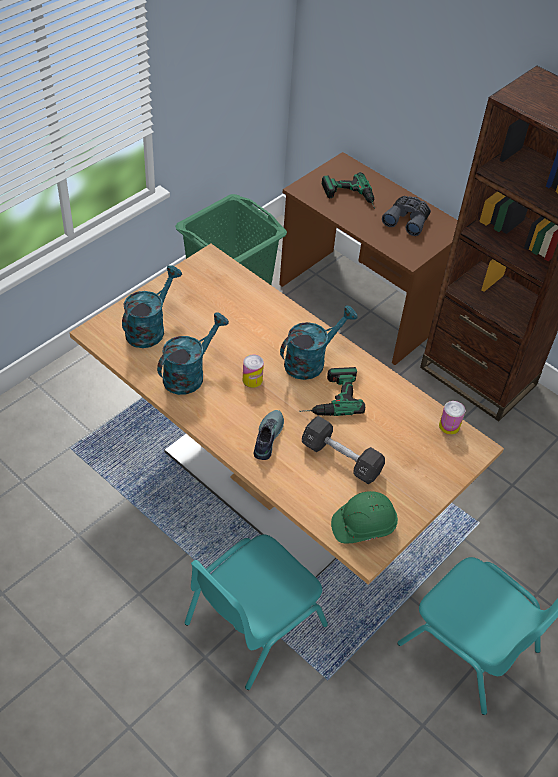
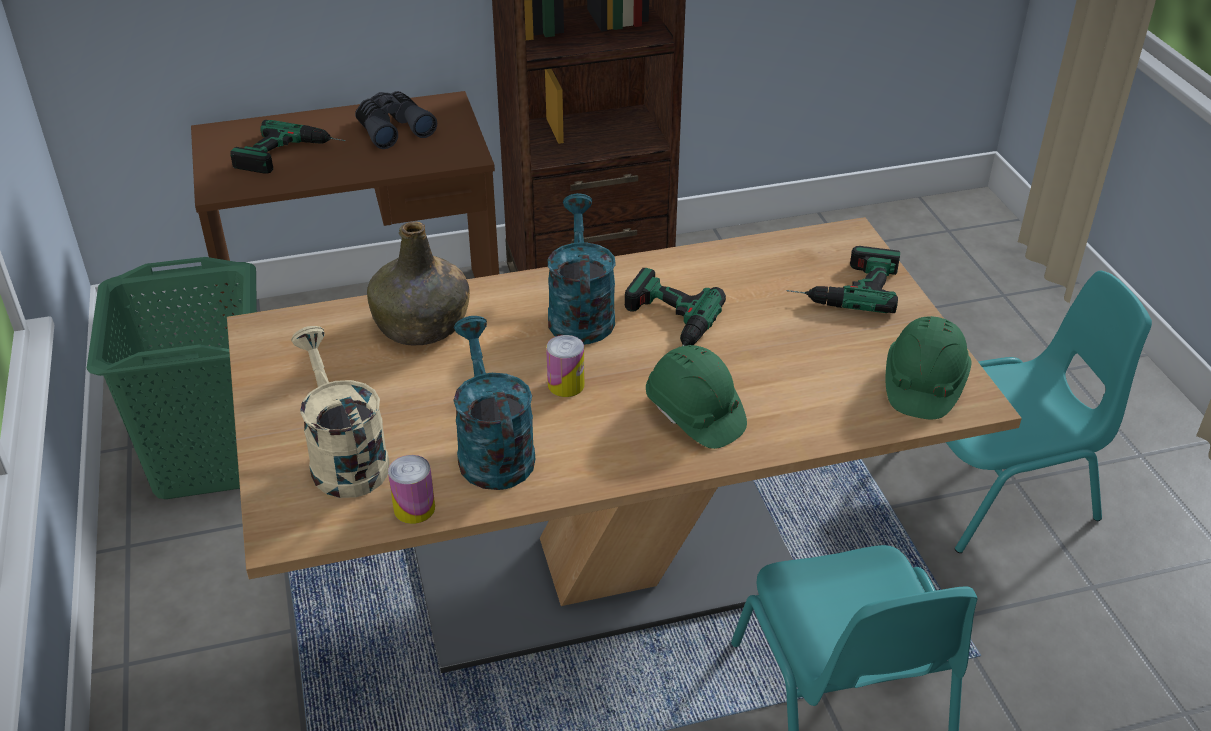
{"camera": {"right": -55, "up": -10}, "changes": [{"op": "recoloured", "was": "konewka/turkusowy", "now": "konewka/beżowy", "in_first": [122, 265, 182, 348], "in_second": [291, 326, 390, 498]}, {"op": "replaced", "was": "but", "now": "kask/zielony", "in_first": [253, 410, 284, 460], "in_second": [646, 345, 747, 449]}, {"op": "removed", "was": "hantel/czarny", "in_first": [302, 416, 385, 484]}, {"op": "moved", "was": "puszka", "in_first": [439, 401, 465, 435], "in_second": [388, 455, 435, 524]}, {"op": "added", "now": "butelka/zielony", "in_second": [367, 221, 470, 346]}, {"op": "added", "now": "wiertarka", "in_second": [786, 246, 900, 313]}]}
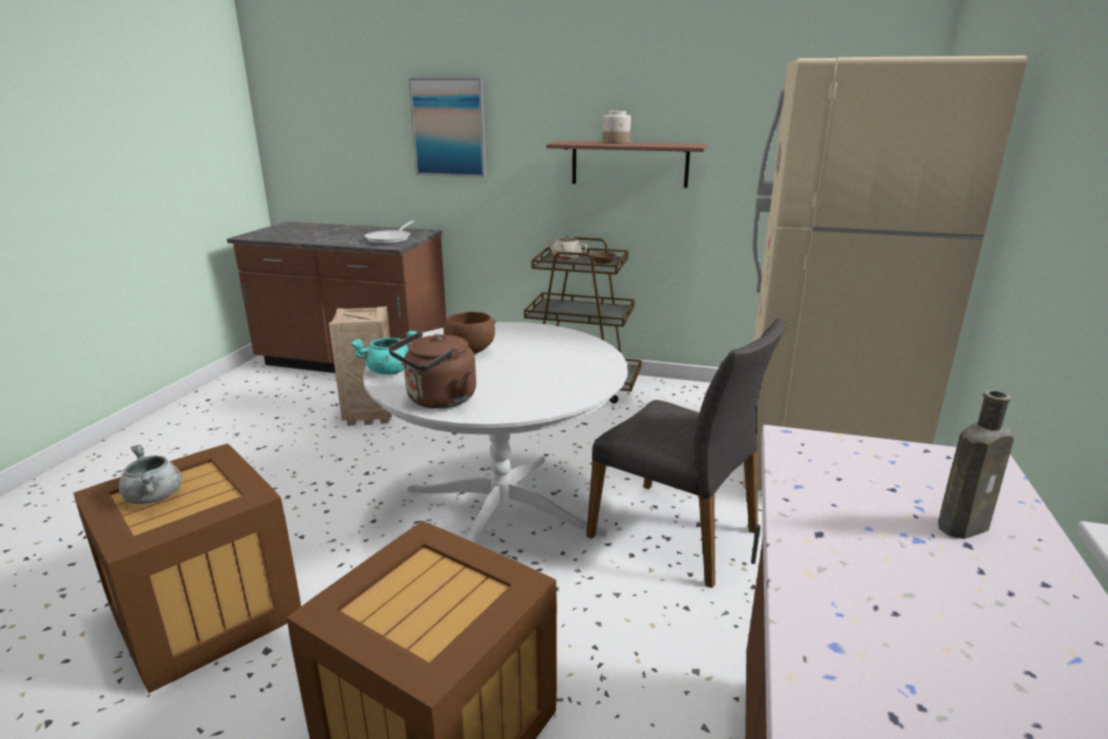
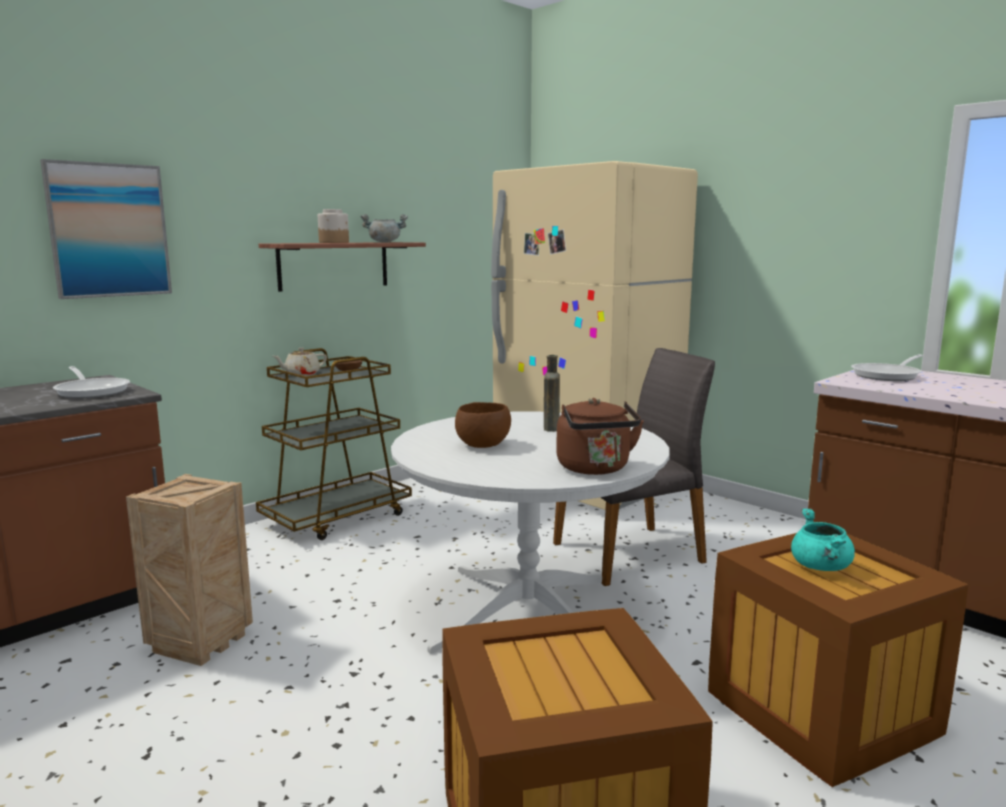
{"camera": {"right": -60, "up": -10}, "changes": [{"op": "moved", "was": "garnek/szary", "in_first": [119, 445, 182, 504], "in_second": [360, 214, 408, 242]}, {"op": "moved", "was": "garnek/turkusowy", "in_first": [350, 330, 417, 375], "in_second": [791, 508, 855, 571]}, {"op": "moved", "was": "butelka/brązowy", "in_first": [938, 390, 1014, 539], "in_second": [544, 355, 560, 432]}, {"op": "added", "now": "patelnia", "in_second": [851, 354, 923, 381]}]}
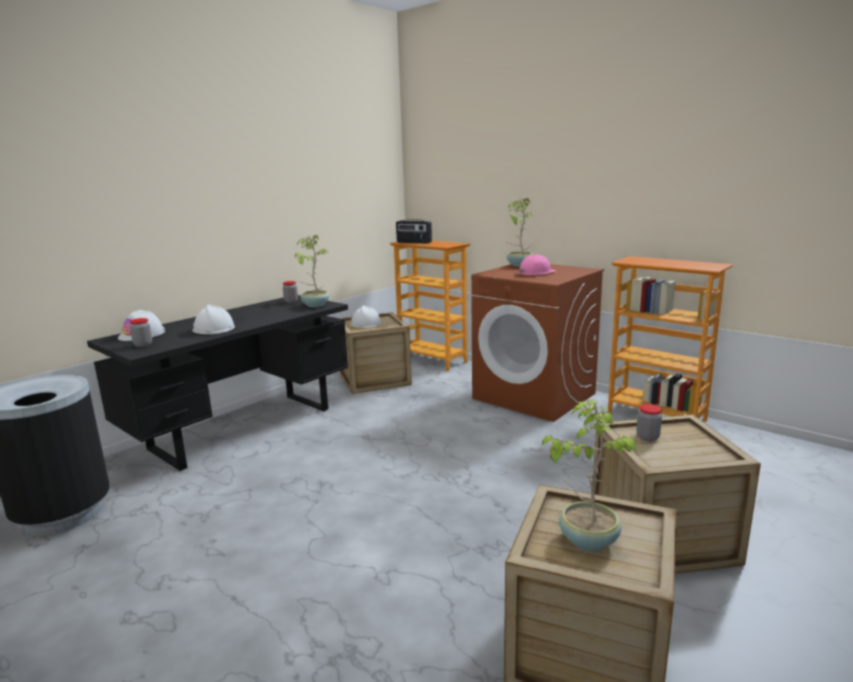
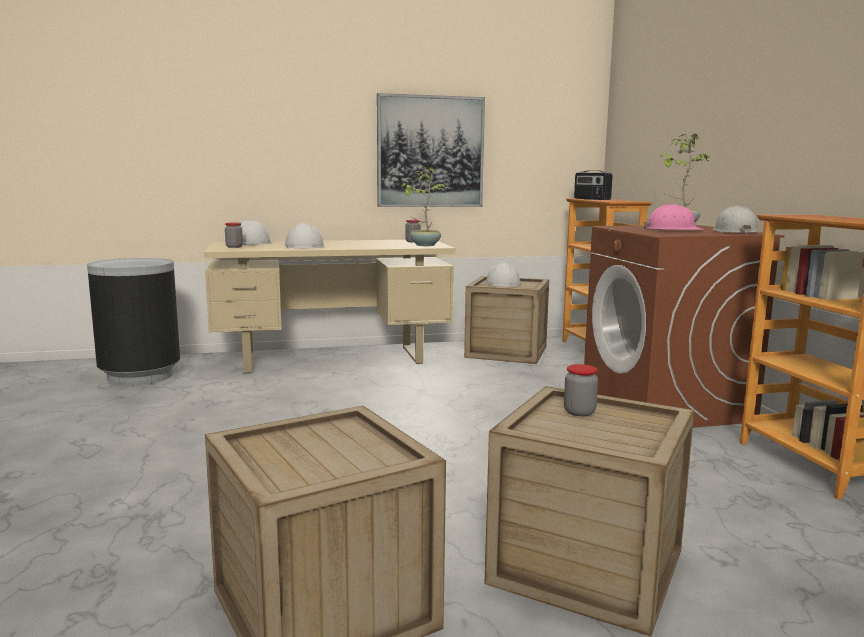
{"camera": {"right": 35, "up": -5}, "changes": [{"op": "recoloured", "was": "biurko/czarny", "now": "biurko/beżowy", "in_first": [87, 295, 348, 471], "in_second": [204, 240, 456, 373]}, {"op": "removed", "was": "roślina doniczkowa", "in_first": [541, 401, 638, 551]}, {"op": "added", "now": "obraz", "in_second": [377, 93, 485, 207]}, {"op": "added", "now": "kask/biały", "in_second": [713, 206, 759, 234]}]}
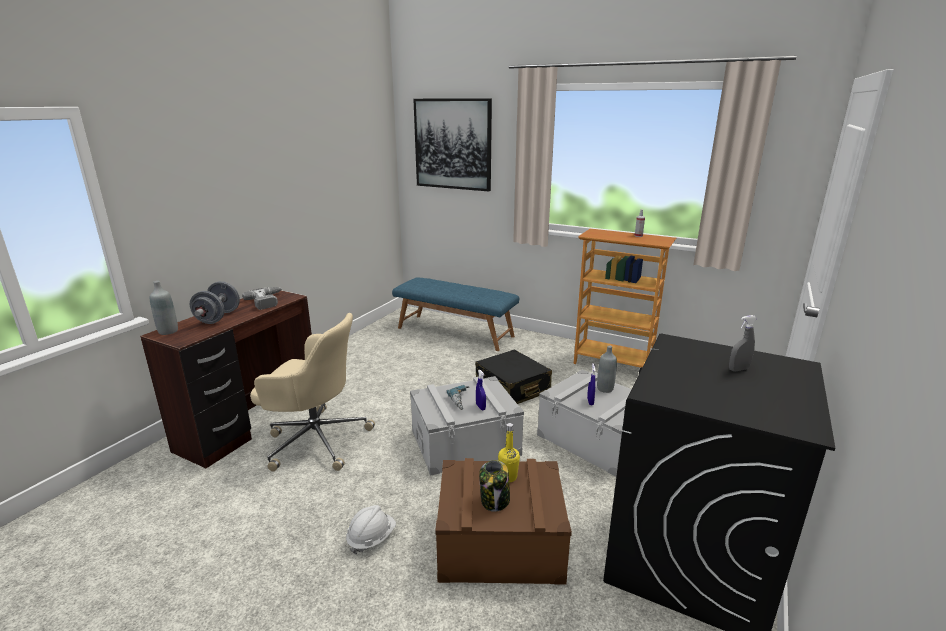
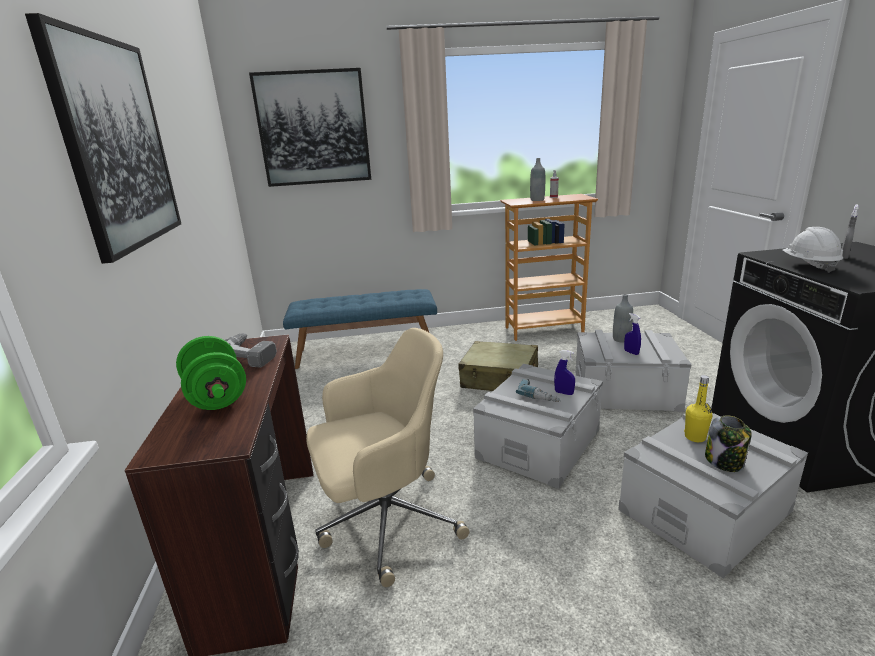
{"camera": {"right": -35, "up": 0}, "changes": [{"op": "moved", "was": "butelka/szary", "in_first": [150, 281, 178, 335], "in_second": [530, 158, 545, 201]}, {"op": "recoloured", "was": "hantel/szary", "now": "hantel/zielony", "in_first": [190, 281, 240, 324], "in_second": [176, 336, 246, 410]}, {"op": "moved", "was": "kask/biały", "in_first": [346, 505, 396, 554], "in_second": [783, 227, 843, 273]}, {"op": "recoloured", "was": "pojemnik do przechowywania/brązowy", "now": "pojemnik do przechowywania/szary", "in_first": [435, 458, 572, 585], "in_second": [618, 413, 808, 578]}, {"op": "recoloured", "was": "walizka/czarny", "now": "walizka/beżowy", "in_first": [475, 349, 552, 404], "in_second": [458, 341, 538, 391]}, {"op": "added", "now": "obraz", "in_second": [25, 13, 181, 264]}]}
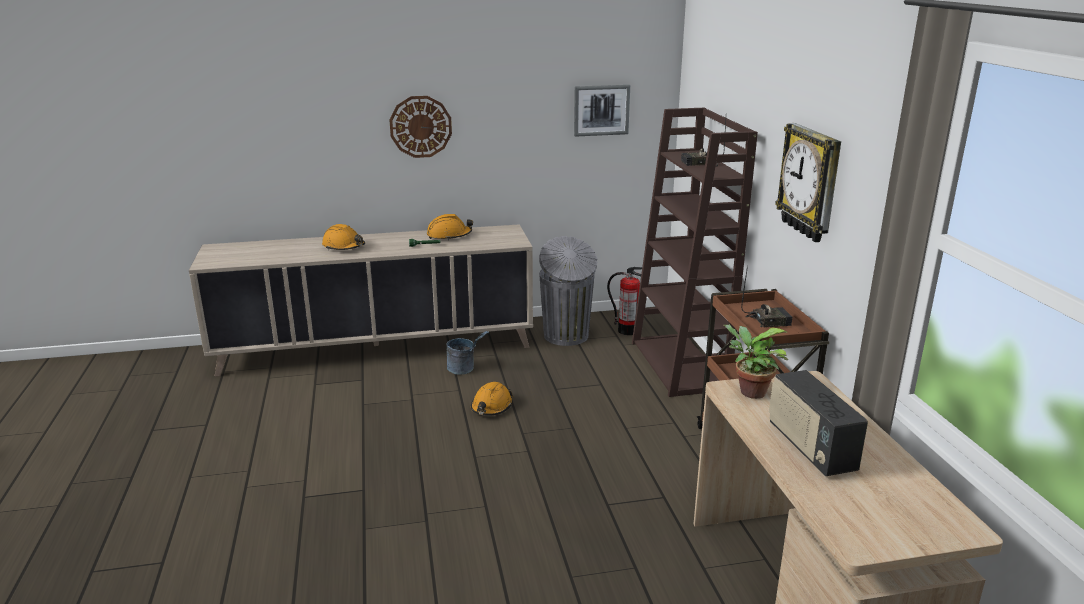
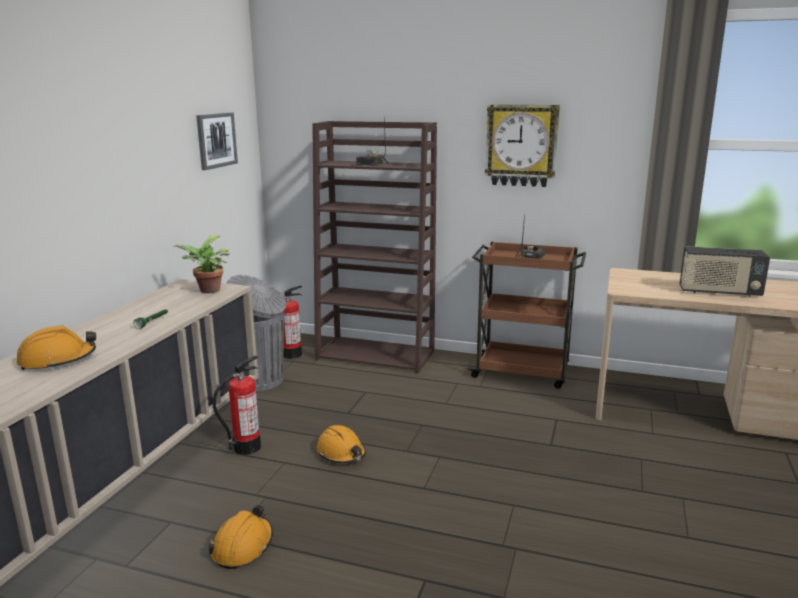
{"camera": {"right": -60, "up": -5}, "changes": [{"op": "removed", "was": "zegar ścienny", "in_first": [389, 96, 452, 158]}, {"op": "moved", "was": "kask/pomarańczowy", "in_first": [427, 214, 473, 240], "in_second": [209, 505, 273, 569]}, {"op": "replaced", "was": "wiadro/szary", "now": "gaśnica", "in_first": [447, 331, 489, 375], "in_second": [212, 355, 261, 455]}, {"op": "moved", "was": "roślina doniczkowa", "in_first": [724, 324, 788, 399], "in_second": [173, 235, 230, 293]}]}
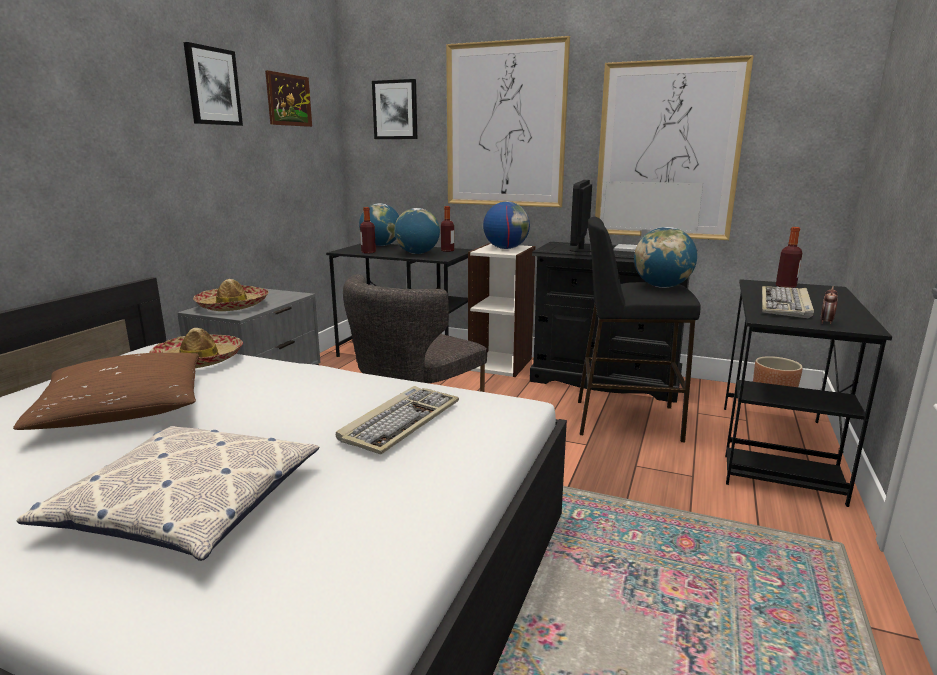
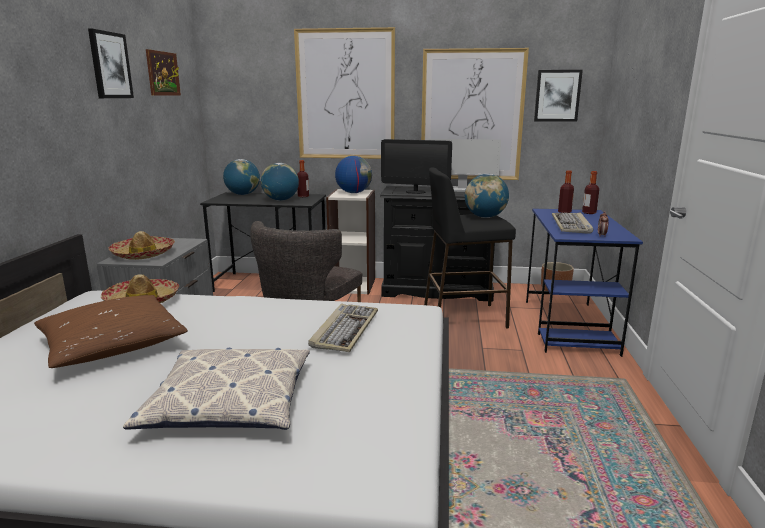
{"camera": {"right": -15, "up": 0}, "changes": [{"op": "moved", "was": "butelka", "in_first": [360, 207, 376, 254], "in_second": [582, 171, 599, 214]}, {"op": "moved", "was": "obraz", "in_first": [372, 79, 417, 139], "in_second": [534, 70, 583, 122]}, {"op": "turned", "was": "monitor", "in_first": [570, 180, 592, 252], "in_second": [381, 139, 452, 194], "clockwise": -75}, {"op": "recoloured", "was": "biurko/czarny", "now": "biurko/niebieski", "in_first": [724, 279, 892, 507], "in_second": [526, 208, 643, 357]}]}
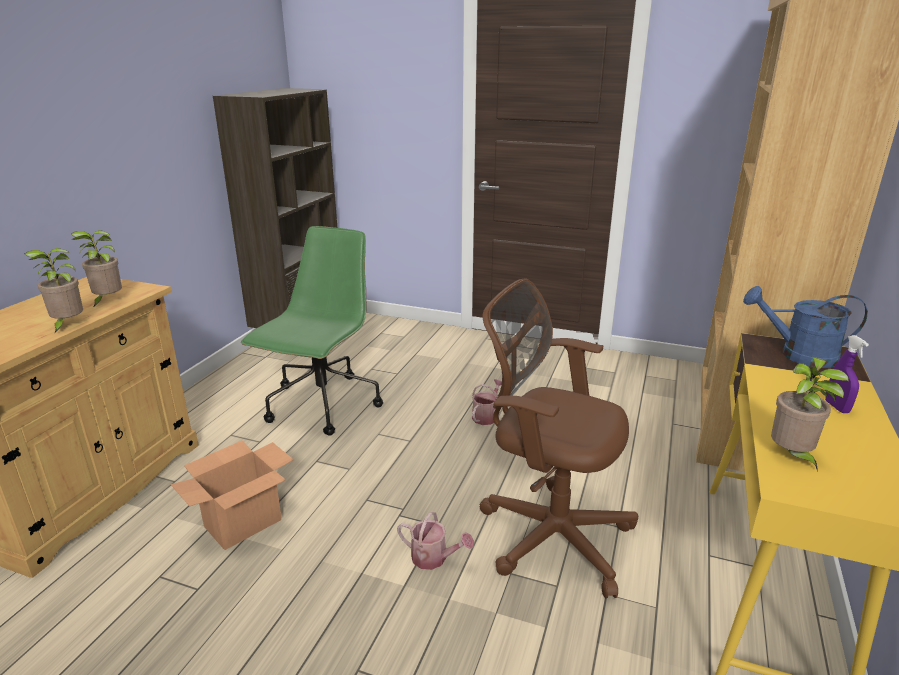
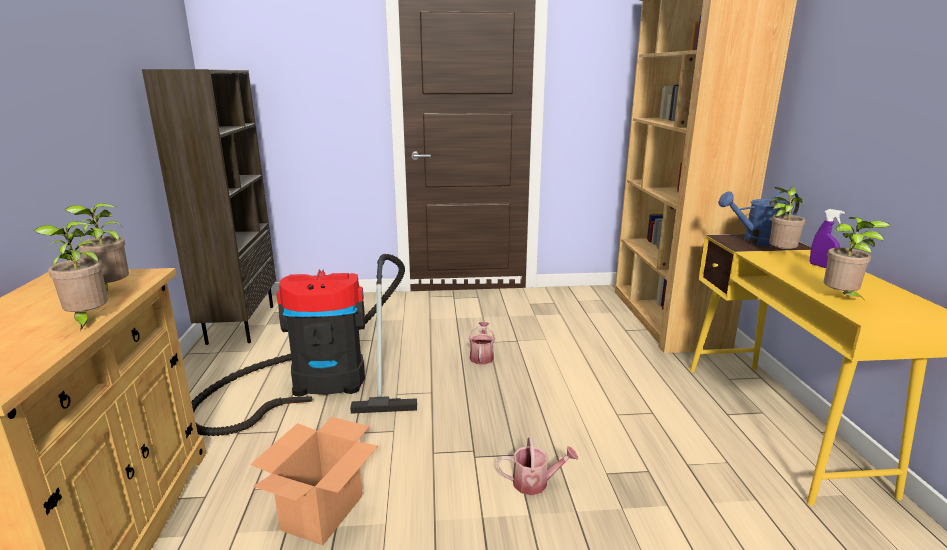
{"camera": {"right": -25, "up": -5}, "changes": [{"op": "replaced", "was": "krzesło biurowe/zielony", "now": "odkurzacz", "in_first": [241, 226, 383, 436], "in_second": [191, 254, 417, 436]}, {"op": "removed", "was": "krzesło biurowe/brązowy", "in_first": [480, 278, 638, 598]}, {"op": "added", "now": "roślina doniczkowa", "in_second": [769, 187, 805, 249]}]}
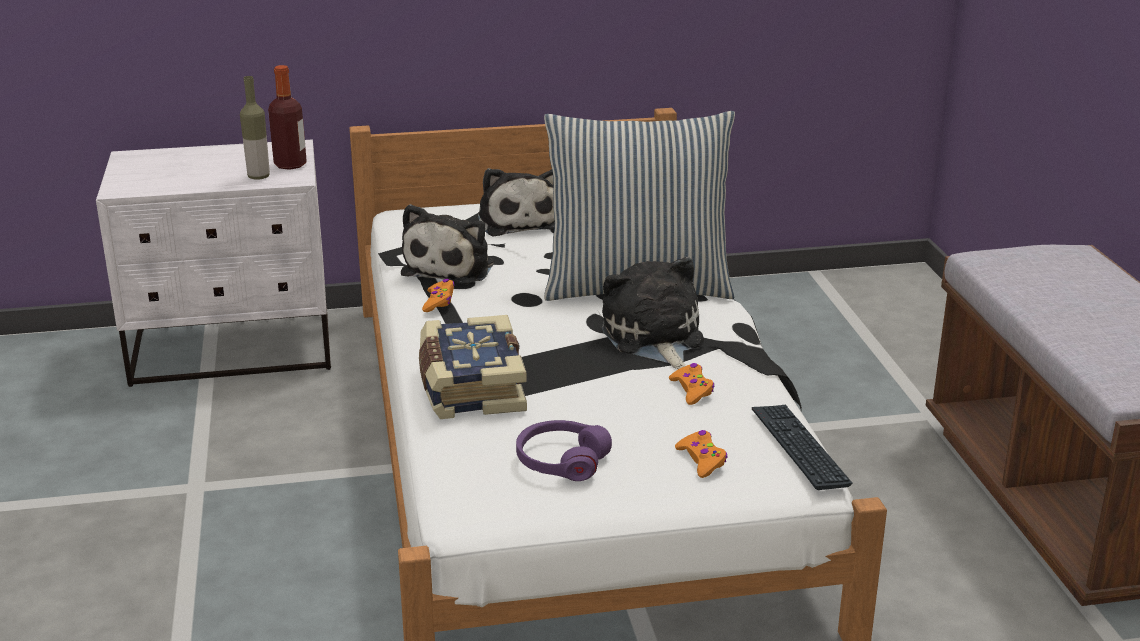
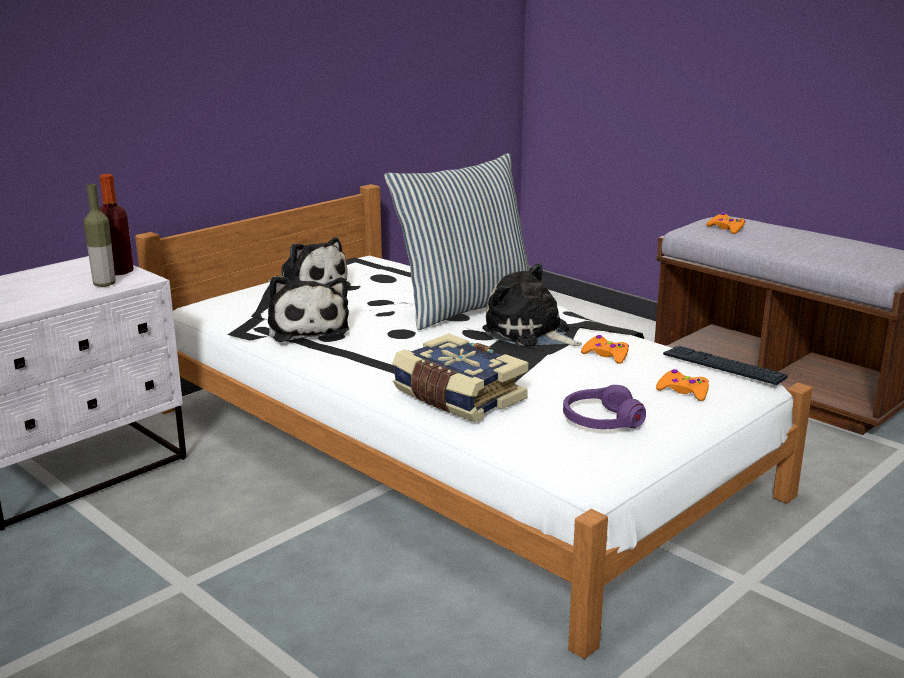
{"camera": {"right": -35, "up": -5}, "changes": [{"op": "moved", "was": "pad do gier/pomarańczowy", "in_first": [422, 279, 455, 312], "in_second": [706, 213, 745, 234]}]}
